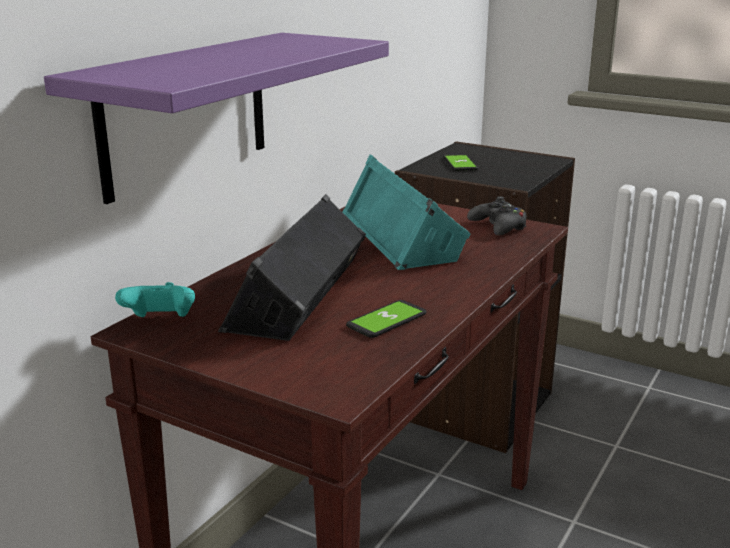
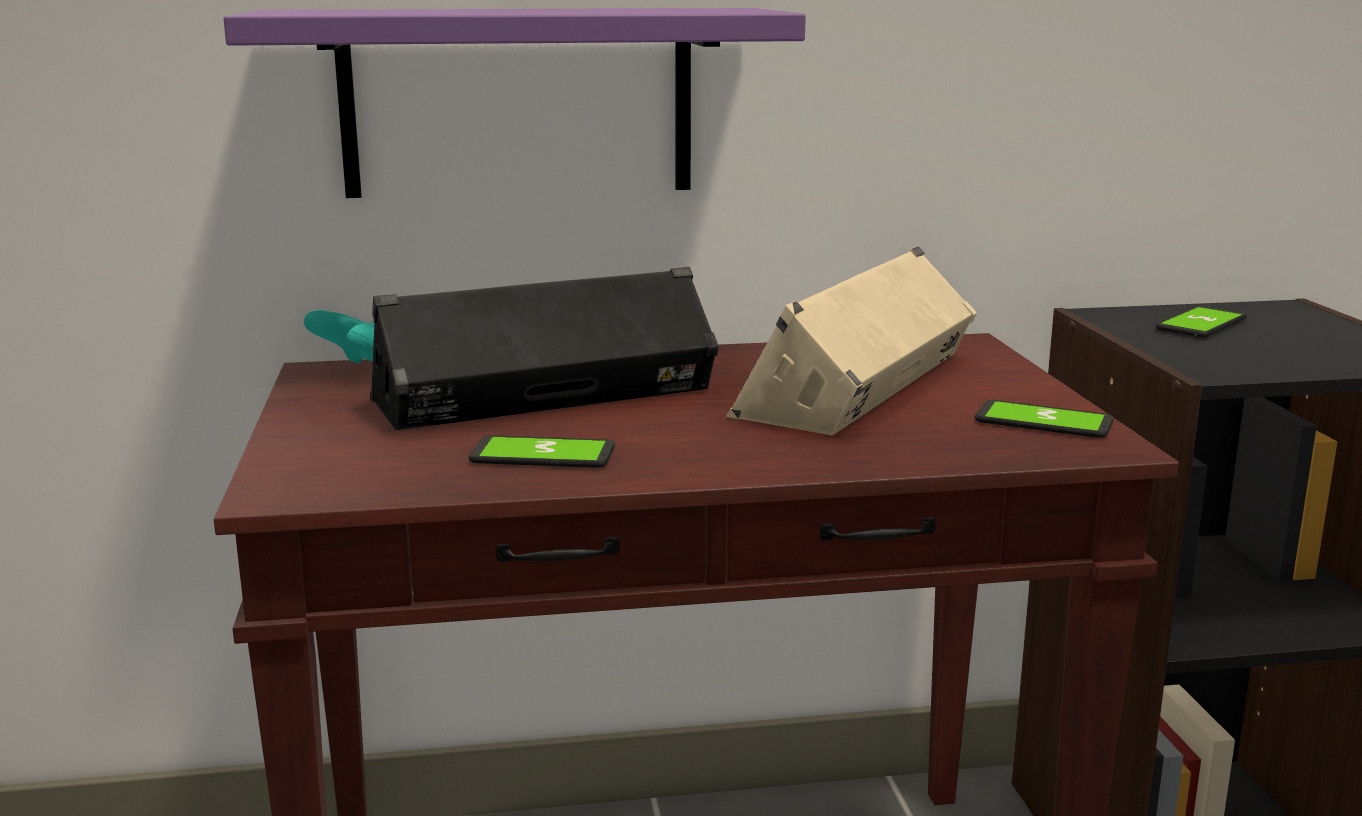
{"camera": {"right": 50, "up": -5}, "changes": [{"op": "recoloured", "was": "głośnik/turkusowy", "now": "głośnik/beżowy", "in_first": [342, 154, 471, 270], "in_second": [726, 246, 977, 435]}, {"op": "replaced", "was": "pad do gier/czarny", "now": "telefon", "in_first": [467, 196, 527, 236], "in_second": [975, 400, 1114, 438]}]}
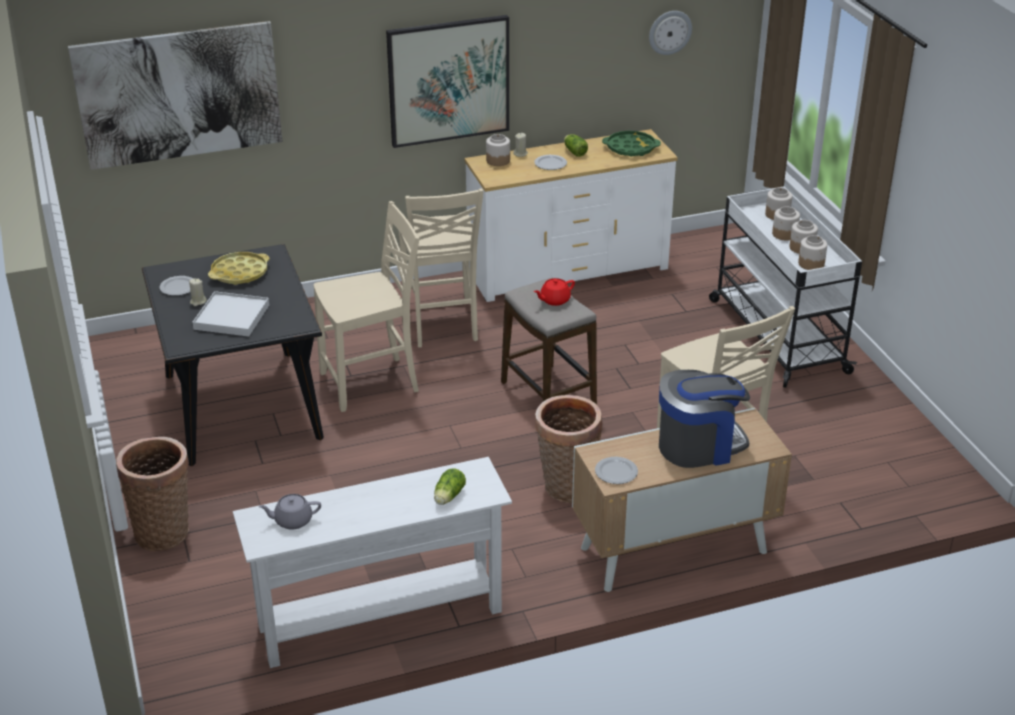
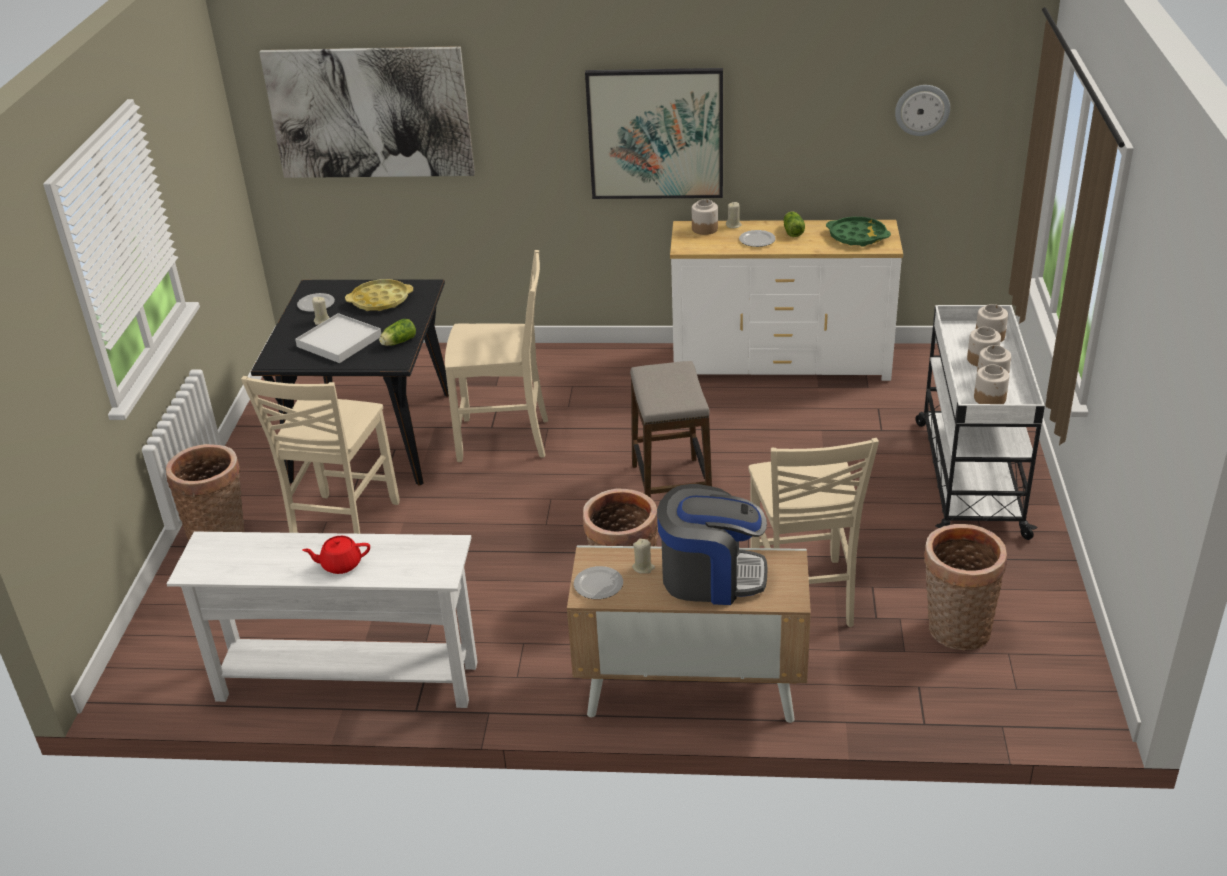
{"camera": {"right": 25, "up": 0}, "changes": [{"op": "removed", "was": "imbryk/szary", "in_first": [259, 494, 321, 530]}, {"op": "moved", "was": "krzesło/beżowy", "in_first": [399, 188, 484, 347], "in_second": [241, 376, 400, 534]}, {"op": "moved", "was": "sałata", "in_first": [434, 468, 466, 505], "in_second": [379, 319, 416, 346]}, {"op": "moved", "was": "imbryk/czerwony", "in_first": [534, 278, 575, 306], "in_second": [302, 536, 370, 574]}, {"op": "added", "now": "świeca/beżowy", "in_second": [632, 539, 655, 574]}, {"op": "added", "now": "koszyk", "in_second": [924, 524, 1007, 650]}]}
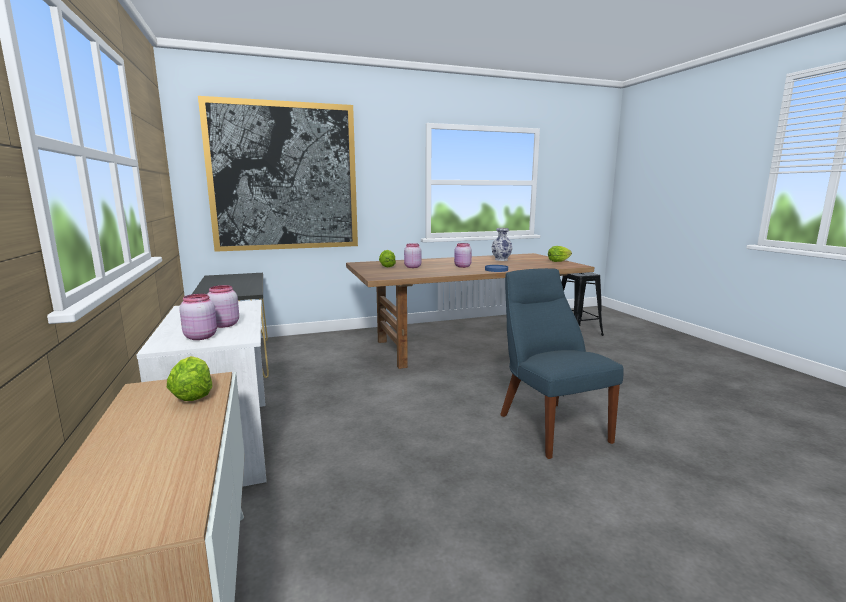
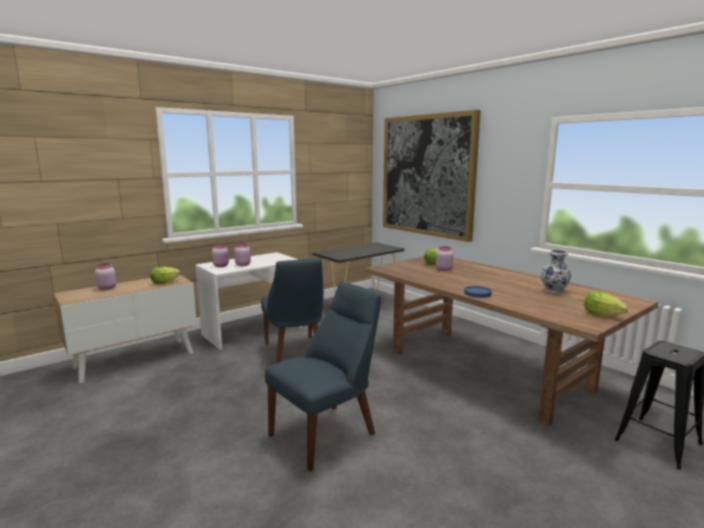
{"camera": {"right": 70, "up": 0}, "changes": [{"op": "moved", "was": "słoik/różowy", "in_first": [454, 243, 472, 268], "in_second": [95, 264, 116, 290]}, {"op": "added", "now": "krzesło/niebieski", "in_second": [261, 258, 324, 363]}]}
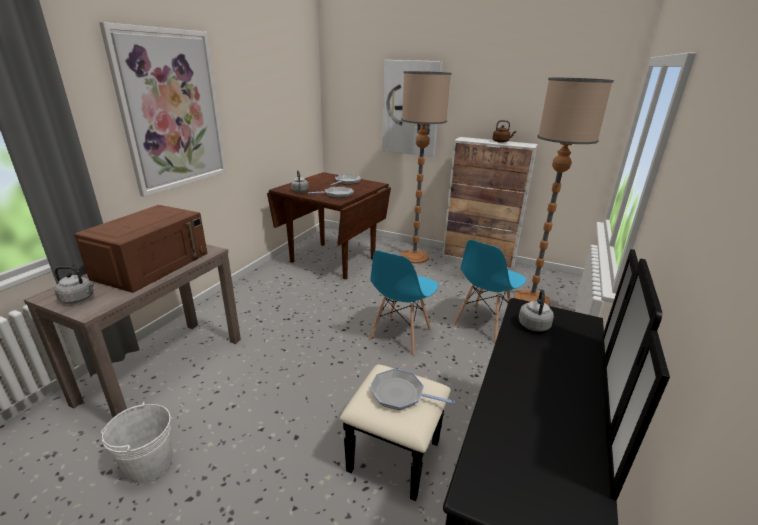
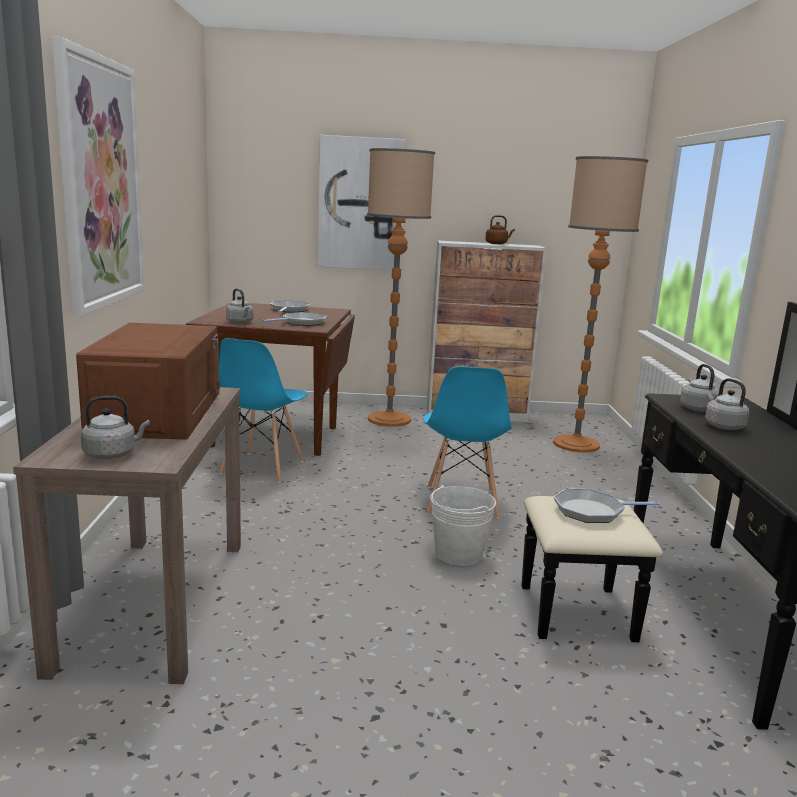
{"camera": {"right": -25, "up": -10}, "changes": [{"op": "moved", "was": "wiadro/biały", "in_first": [101, 402, 172, 484], "in_second": [430, 484, 496, 566]}, {"op": "moved", "was": "krzesło/niebieski", "in_first": [453, 240, 526, 343], "in_second": [219, 338, 308, 483]}, {"op": "added", "now": "czajnik/szary", "in_second": [705, 378, 749, 430]}]}
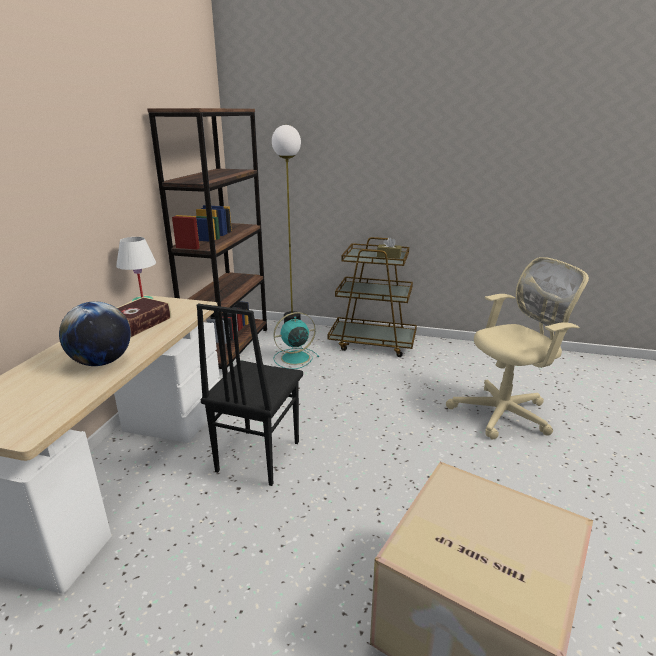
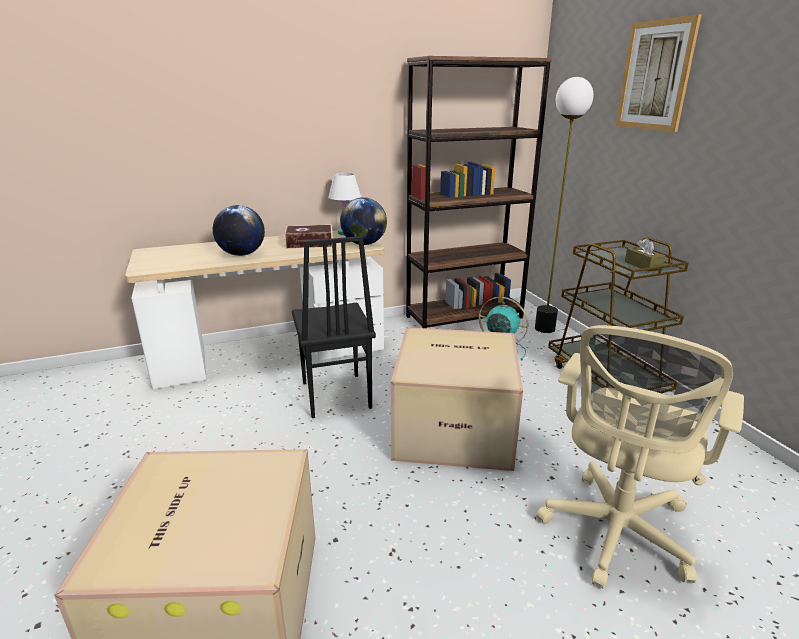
{"camera": {"right": 55, "up": 0}, "changes": [{"op": "turned", "was": "krzesło/czarny", "in_first": [197, 304, 303, 486], "in_second": [292, 236, 376, 418], "clockwise": -90}, {"op": "turned", "was": "krzesło biurowe/beżowy", "in_first": [446, 257, 589, 439], "in_second": [536, 325, 744, 589], "clockwise": 90}, {"op": "added", "now": "globus", "in_second": [340, 197, 387, 245]}, {"op": "added", "now": "karton", "in_second": [391, 327, 523, 471]}, {"op": "added", "now": "obraz", "in_second": [616, 14, 702, 132]}]}
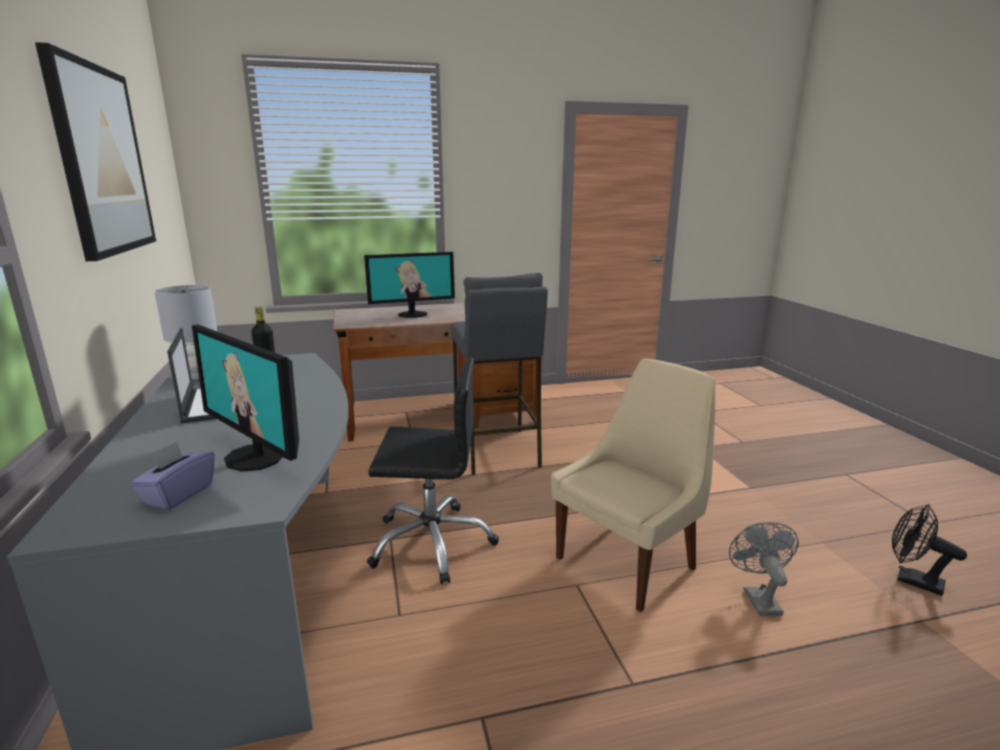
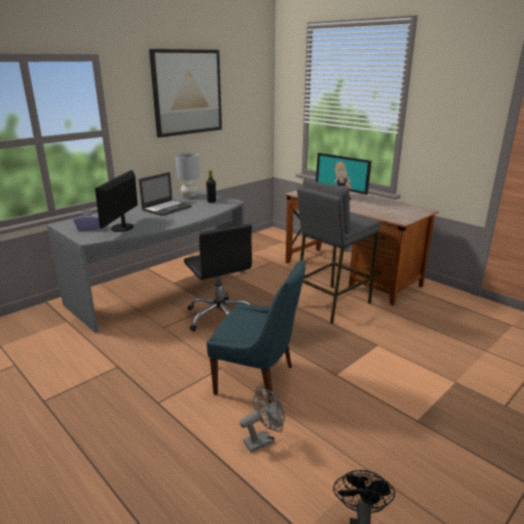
{"camera": {"right": 60, "up": 5}, "changes": [{"op": "recoloured", "was": "krzesło/beżowy", "now": "krzesło/niebieski", "in_first": [551, 358, 715, 612], "in_second": [207, 259, 305, 404]}]}
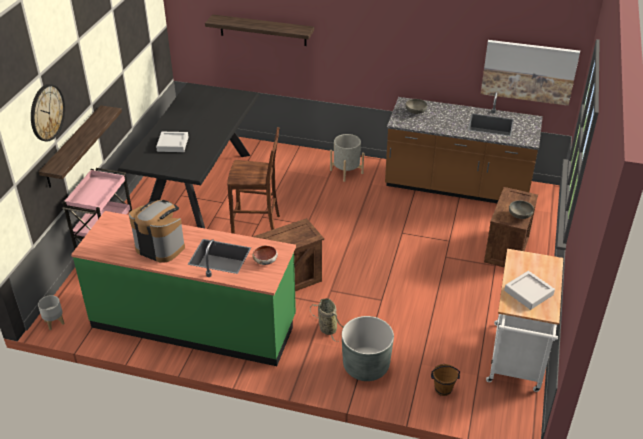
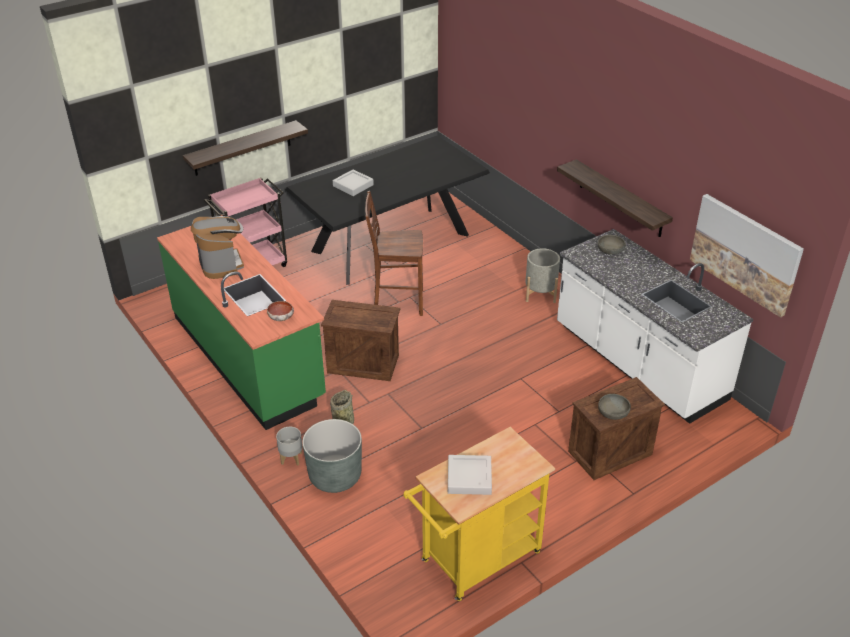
{"camera": {"right": 40, "up": 0}, "changes": [{"op": "removed", "was": "zegar ścienny", "in_first": [31, 84, 65, 141]}, {"op": "moved", "was": "donica/szary", "in_first": [38, 295, 64, 330], "in_second": [276, 427, 302, 466]}, {"op": "moved", "was": "półka", "in_first": [205, 14, 314, 46], "in_second": [557, 159, 673, 237]}, {"op": "turned", "was": "krzesło/brązowy", "in_first": [227, 127, 280, 234], "in_second": [365, 191, 423, 316], "clockwise": 135}, {"op": "recoloured", "was": "zabudowa kuchenna/brązowy", "now": "zabudowa kuchenna/biały", "in_first": [385, 92, 543, 203], "in_second": [557, 229, 753, 424]}, {"op": "removed", "was": "wiadro/brązowy", "in_first": [431, 364, 460, 396]}, {"op": "recoloured", "was": "wózek/biały", "now": "wózek/żółty", "in_first": [486, 249, 563, 392], "in_second": [403, 427, 555, 601]}]}
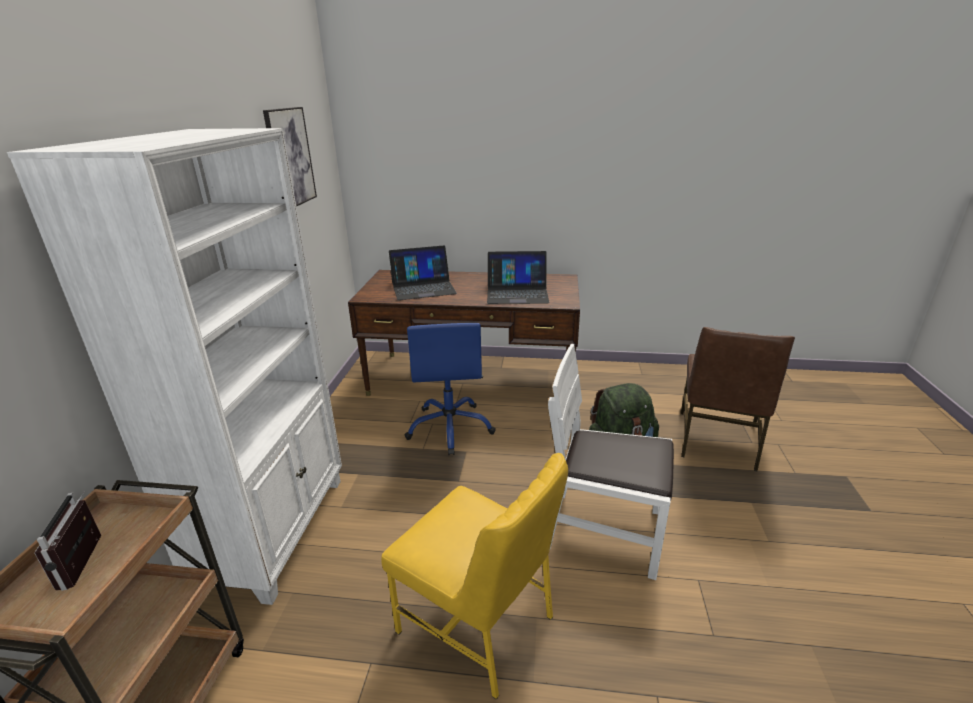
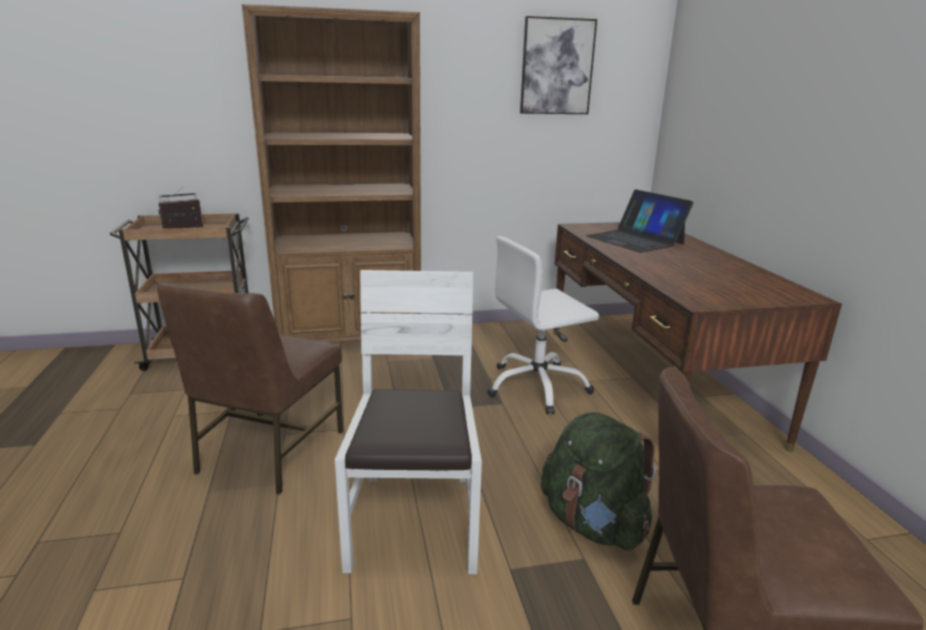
{"camera": {"right": 70, "up": -5}, "changes": [{"op": "recoloured", "was": "regał/biały", "now": "regał/brązowy", "in_first": [7, 128, 342, 605], "in_second": [242, 4, 421, 344]}, {"op": "recoloured", "was": "krzesło/żółty", "now": "krzesło/brązowy", "in_first": [381, 453, 568, 700], "in_second": [157, 282, 344, 495]}, {"op": "recoloured", "was": "krzesło biurowe/niebieski", "now": "krzesło biurowe/biały", "in_first": [405, 323, 496, 455], "in_second": [487, 236, 599, 414]}, {"op": "removed", "was": "laptop", "in_first": [487, 251, 550, 304]}]}
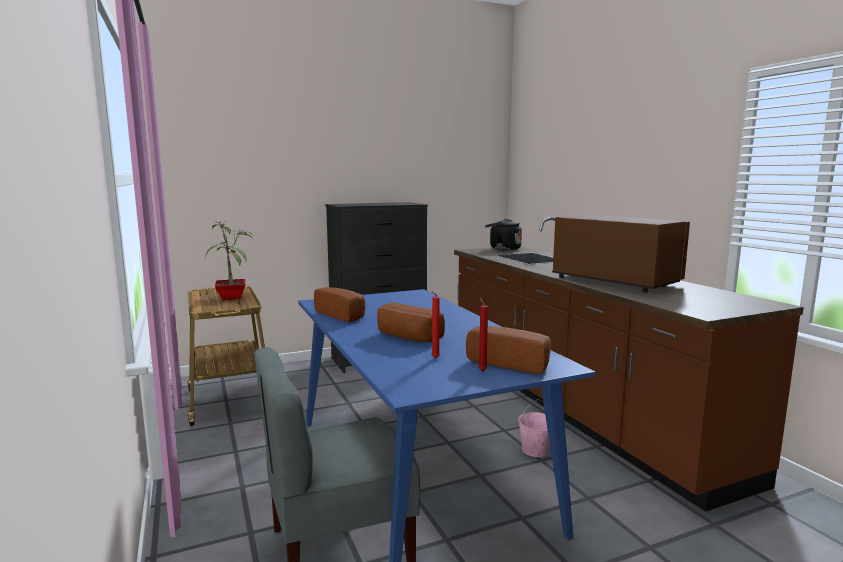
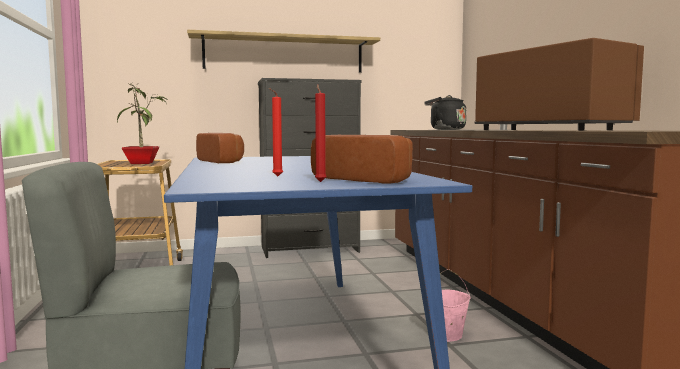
{"camera": {"right": 10, "up": -5}, "changes": [{"op": "removed", "was": "chleb", "in_first": [377, 303, 445, 342]}, {"op": "added", "now": "półka", "in_second": [187, 30, 380, 73]}]}
